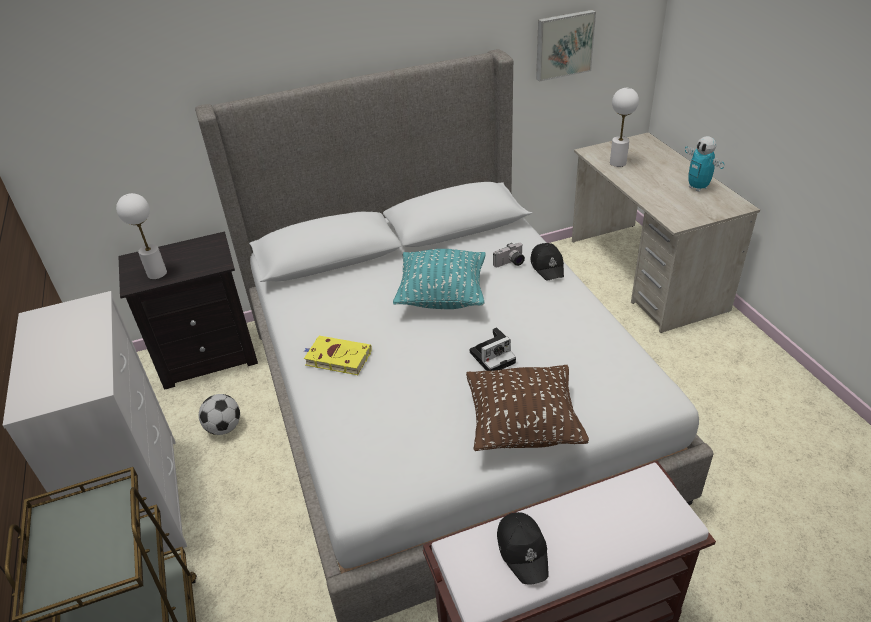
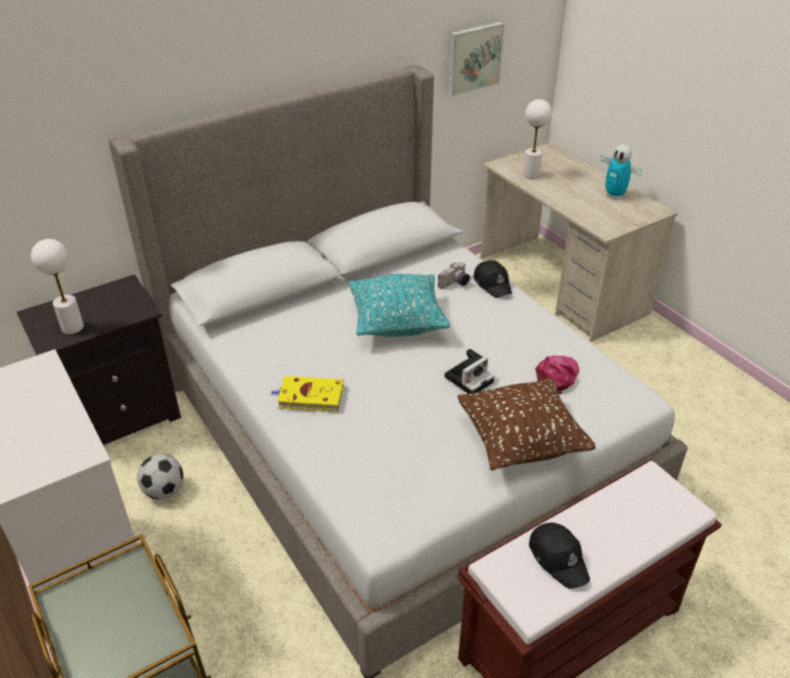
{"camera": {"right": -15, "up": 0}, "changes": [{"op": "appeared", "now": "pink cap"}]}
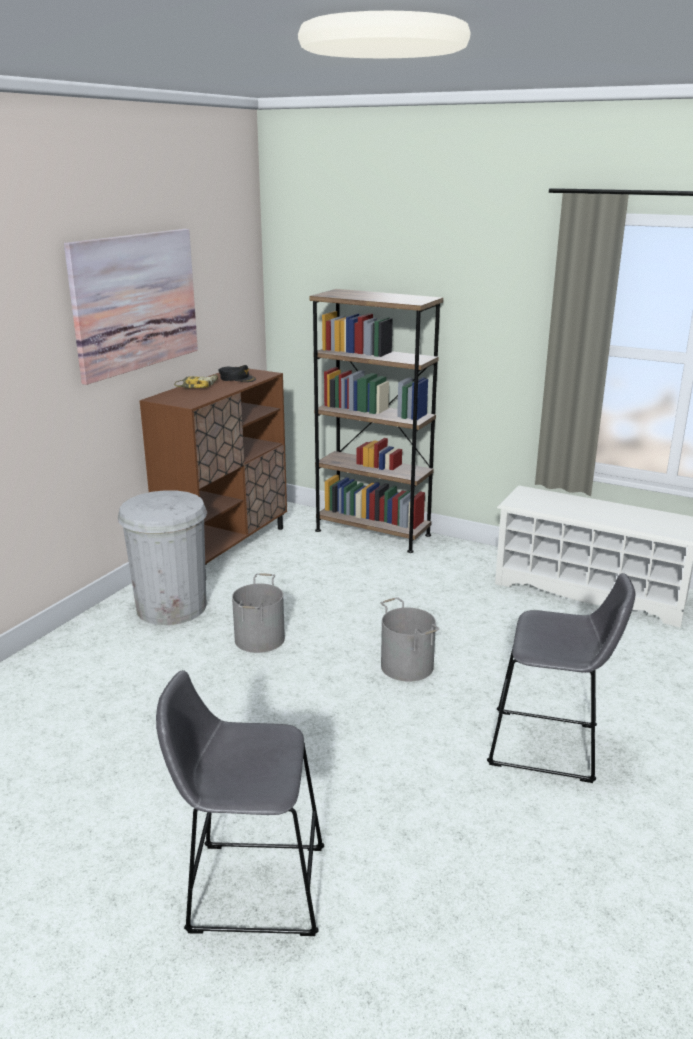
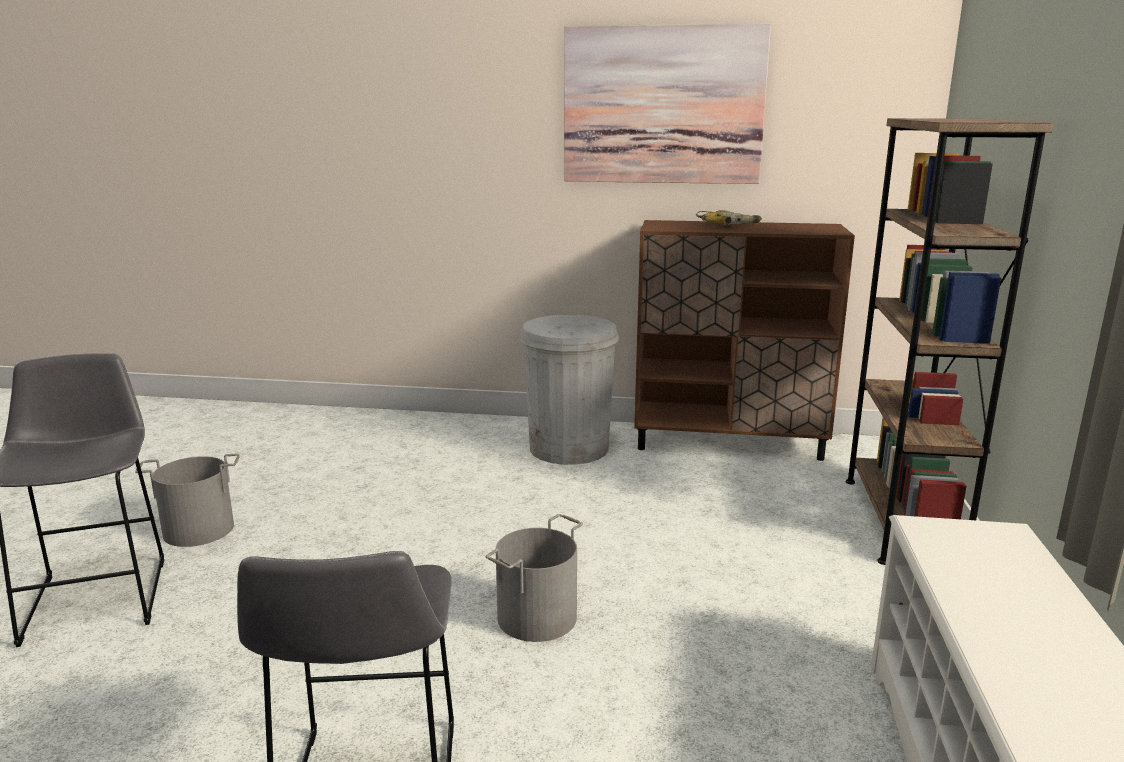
{"camera": {"right": 70, "up": -5}, "changes": [{"op": "missing", "was": "black cap"}, {"op": "relocated", "was": "grey bucket (no. 1 from left)"}]}
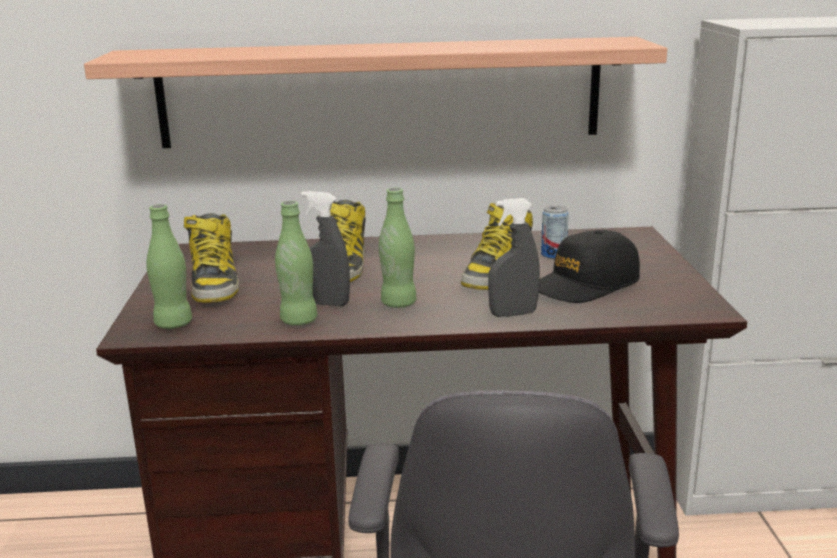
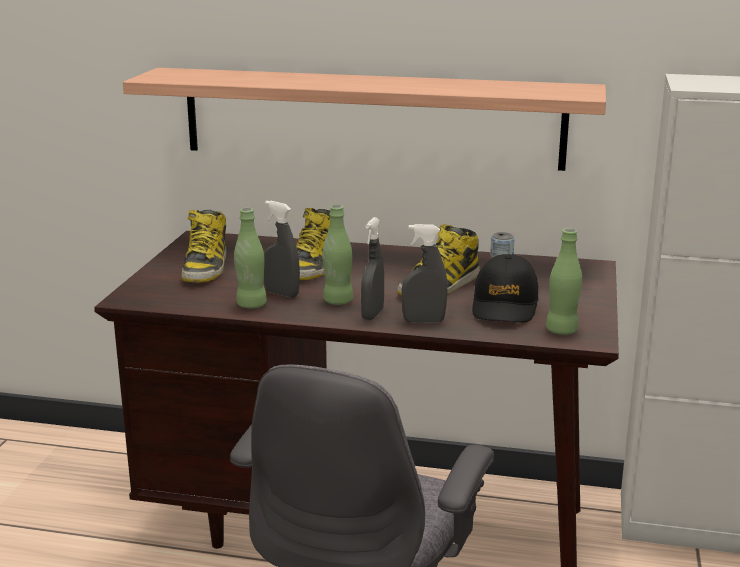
{"camera": {"right": 15, "up": 0}, "changes": [{"op": "relocated", "was": "green bottle (no. 1 from left in the first image)", "now": "green bottle (no. 3 from left)"}, {"op": "spun", "was": "black cap", "clockwise": -60}, {"op": "appeared", "now": "grey spray bottle (no. 2 from left)"}]}
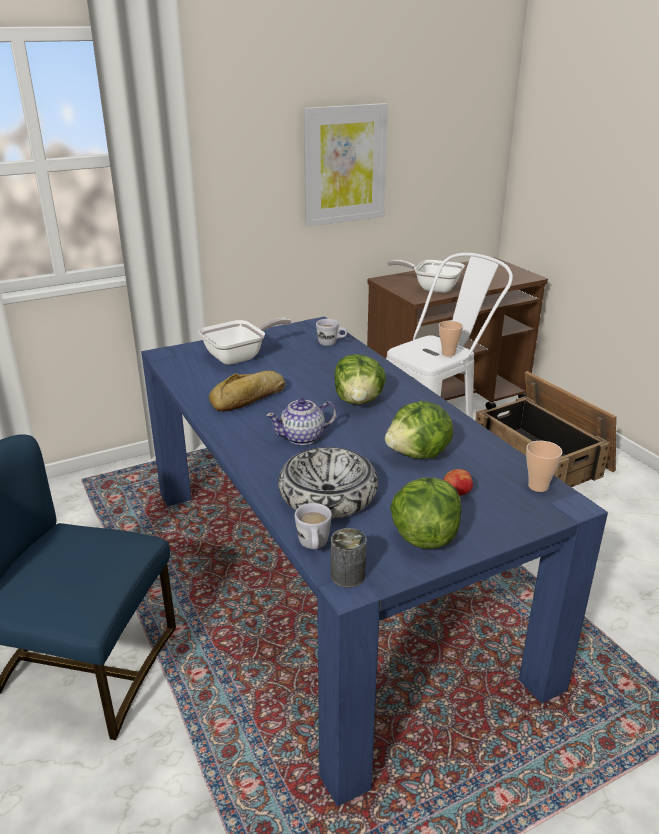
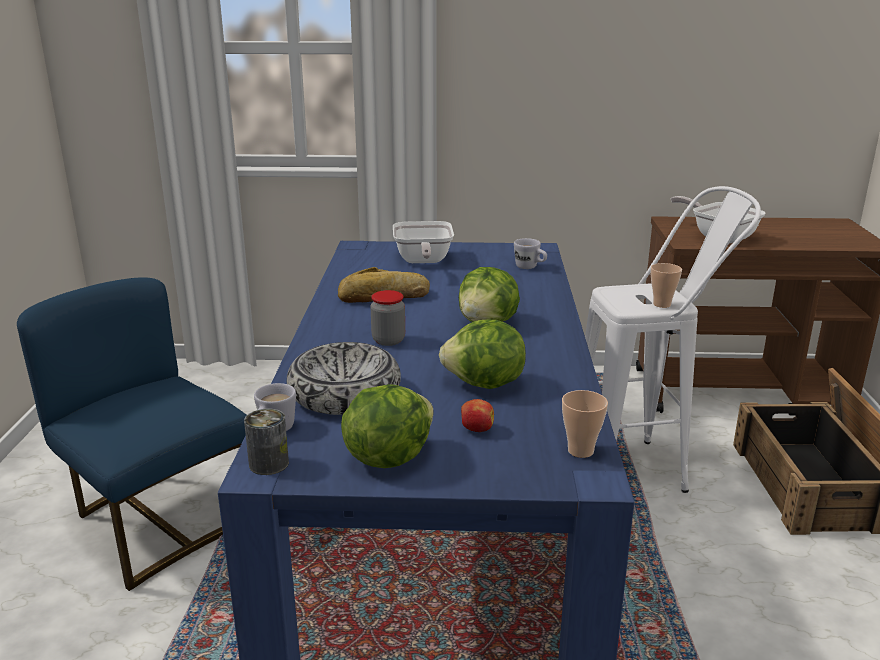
{"camera": {"right": 30, "up": -5}, "changes": [{"op": "spun", "was": "frying pan (no. 1 from left)", "clockwise": 90}, {"op": "exchanged", "was": "teapot", "now": "jar"}, {"op": "missing", "was": "picture"}]}
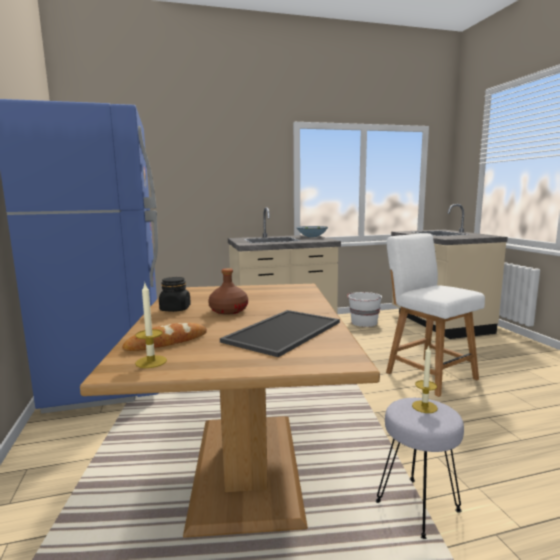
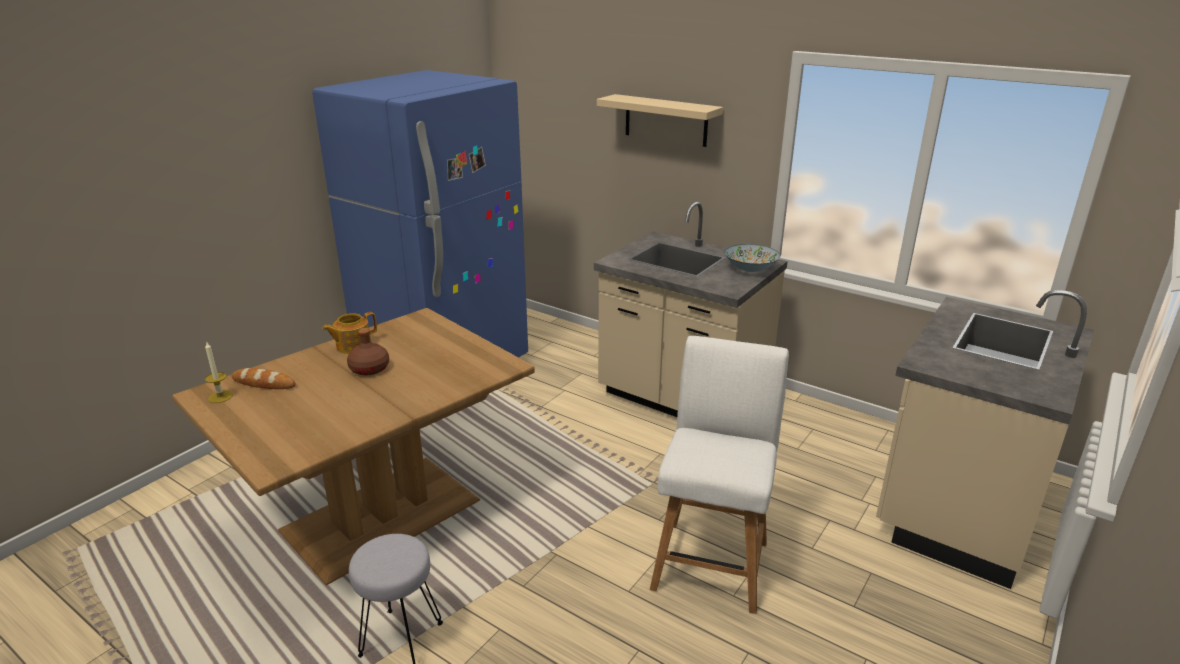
{"camera": {"right": 50, "up": 15}, "changes": [{"op": "exchanged", "was": "black jar", "now": "teapot"}, {"op": "missing", "was": "tray"}, {"op": "missing", "was": "white bucket"}, {"op": "missing", "was": "candle (no. 2 from left)"}, {"op": "appeared", "now": "beige shelf"}]}
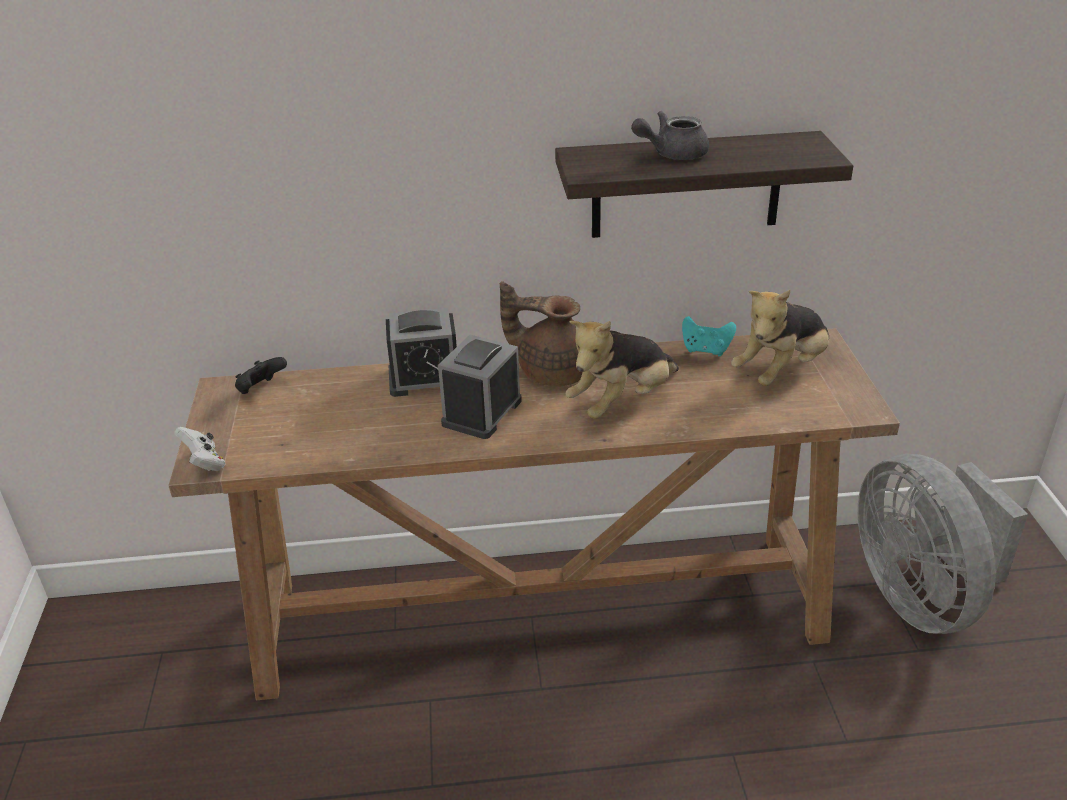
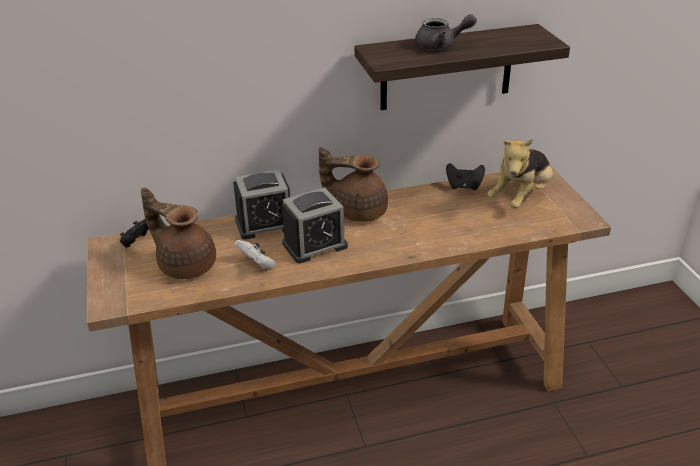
{"camera": {"right": -10, "up": 0}, "changes": [{"op": "relocated", "was": "white game controller"}, {"op": "spun", "was": "alarm clock (no. 2 from left)", "clockwise": -135}, {"op": "missing", "was": "plush toy (no. 1 from left)"}, {"op": "spun", "was": "grey teapot", "clockwise": -150}, {"op": "colour", "was": "turquoise game controller", "now": "black game controller (no. 2 from left)"}, {"op": "missing", "was": "grey fan"}, {"op": "appeared", "now": "brown teapot (no. 1 from left)"}]}
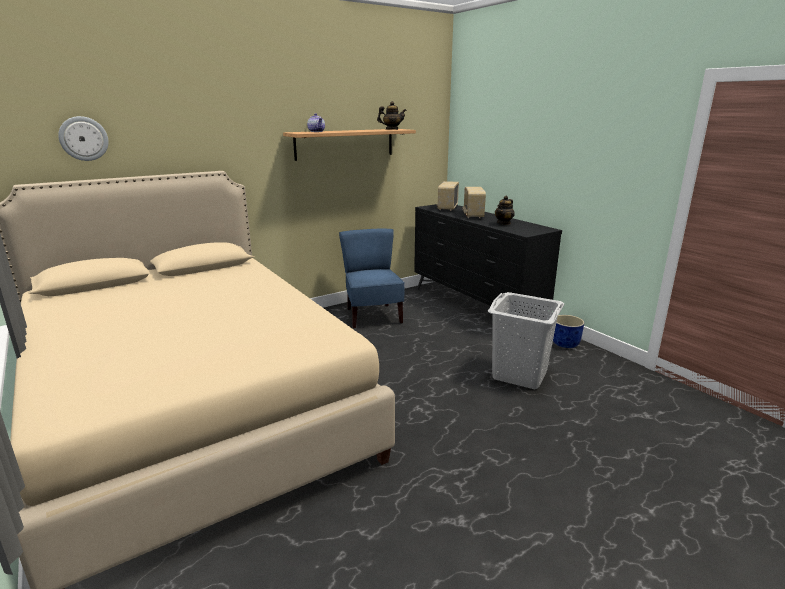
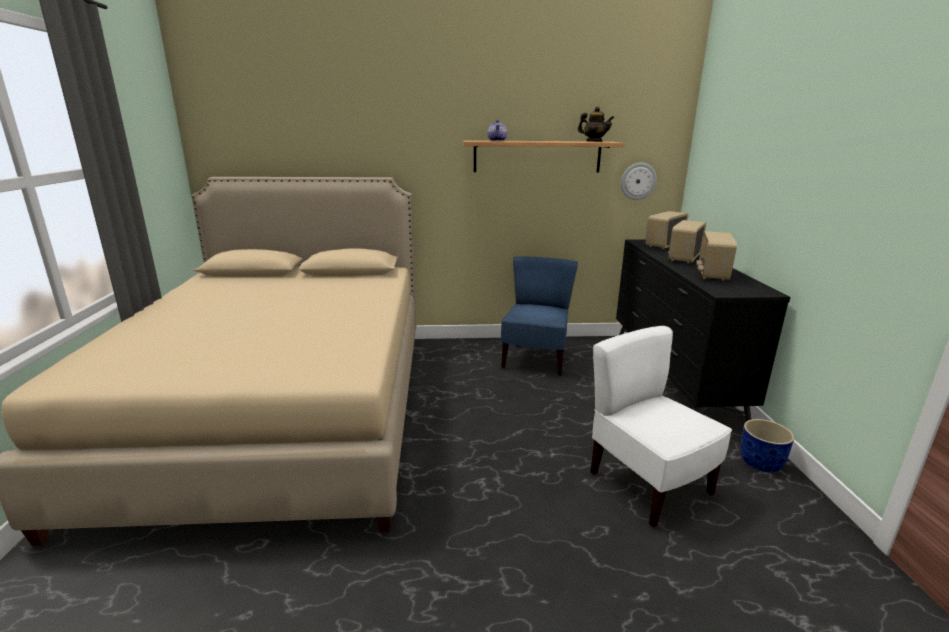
{"camera": {"right": 30, "up": 0}, "changes": [{"op": "relocated", "was": "wall clock"}, {"op": "exchanged", "was": "grey laundry basket", "now": "white chair"}, {"op": "exchanged", "was": "teapot (no. 3 from left)", "now": "radio (no. 3 from left)"}]}
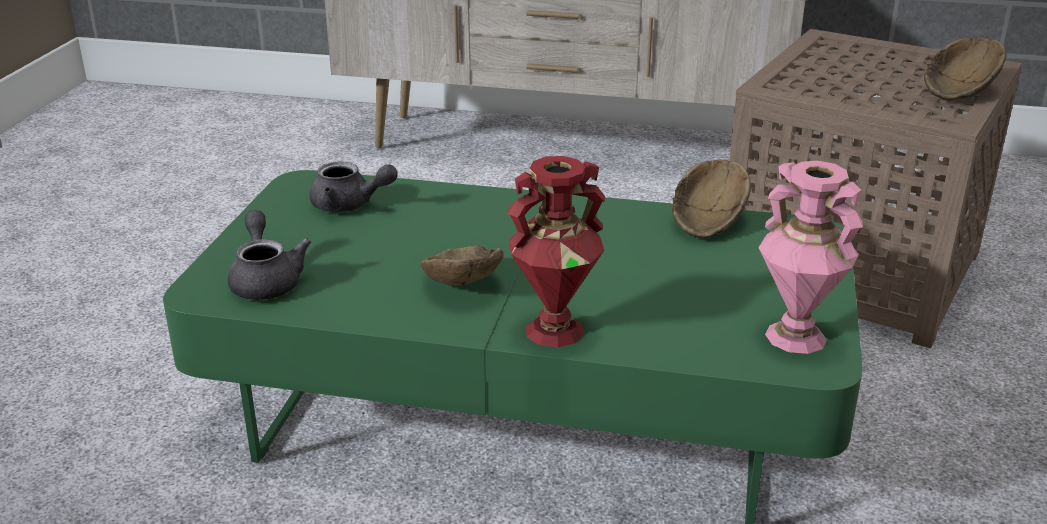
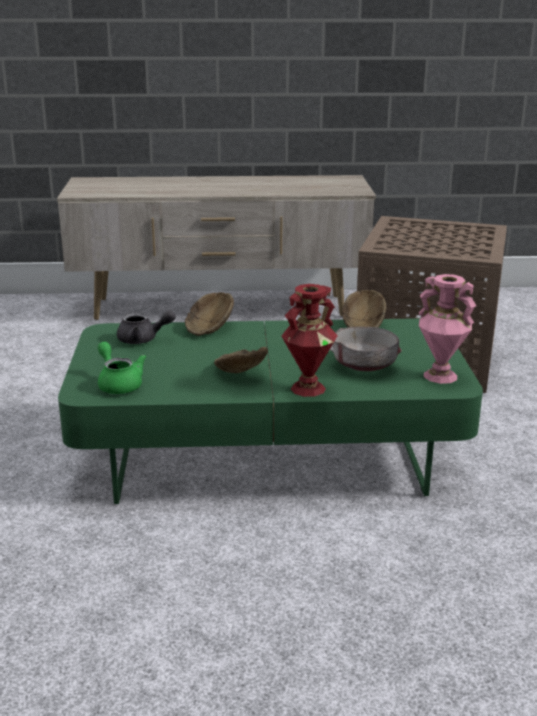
{"camera": {"right": -15, "up": -5}, "changes": [{"op": "colour", "was": "grey teapot (no. 1 from left)", "now": "green teapot"}, {"op": "relocated", "was": "brown bowl (no. 3 from left in the first image)", "now": "brown bowl (no. 1 from left)"}, {"op": "appeared", "now": "grey bowl"}]}
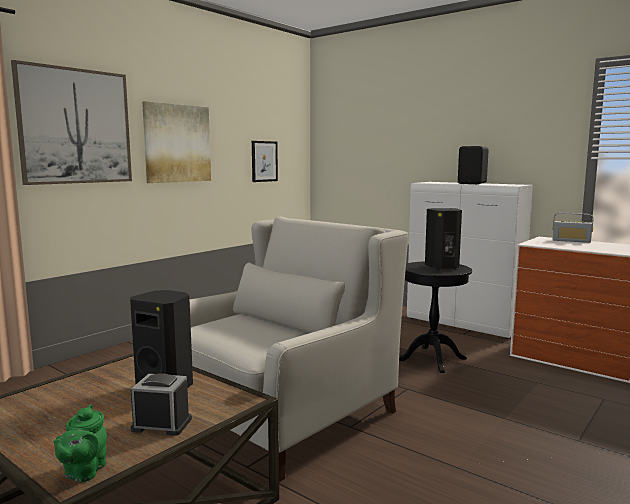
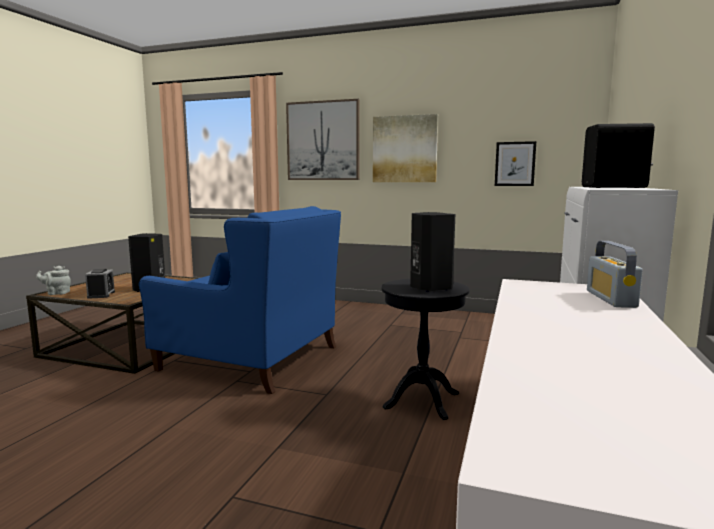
{"camera": {"right": 70, "up": 0}, "changes": [{"op": "colour", "was": "green teapot", "now": "grey teapot"}, {"op": "colour", "was": "white armchair", "now": "blue armchair"}]}
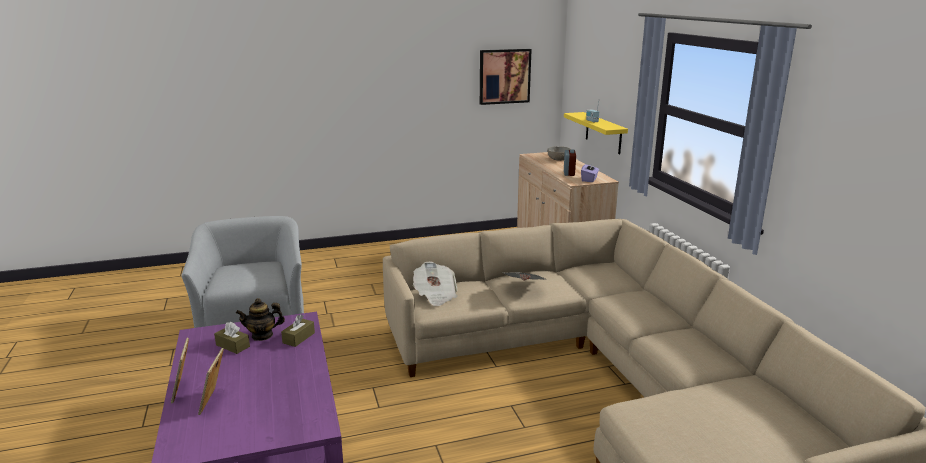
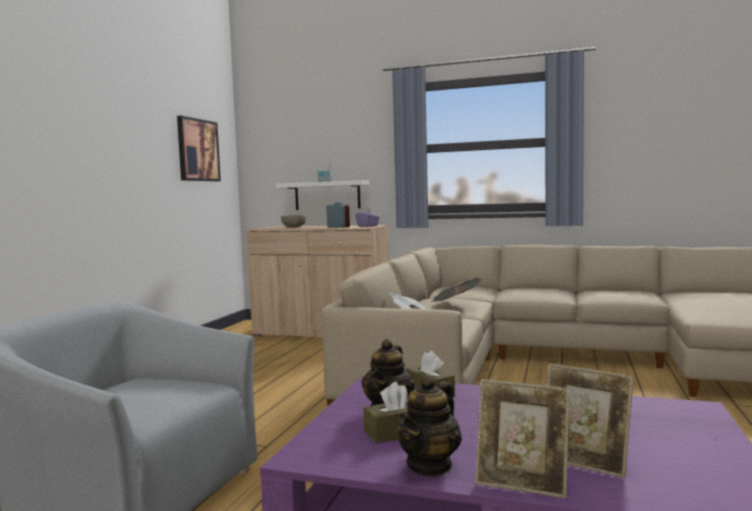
{"camera": {"right": -55, "up": -15}, "changes": [{"op": "colour", "was": "yellow shelf", "now": "white shelf"}, {"op": "appeared", "now": "teapot (no. 2 from left)"}]}
